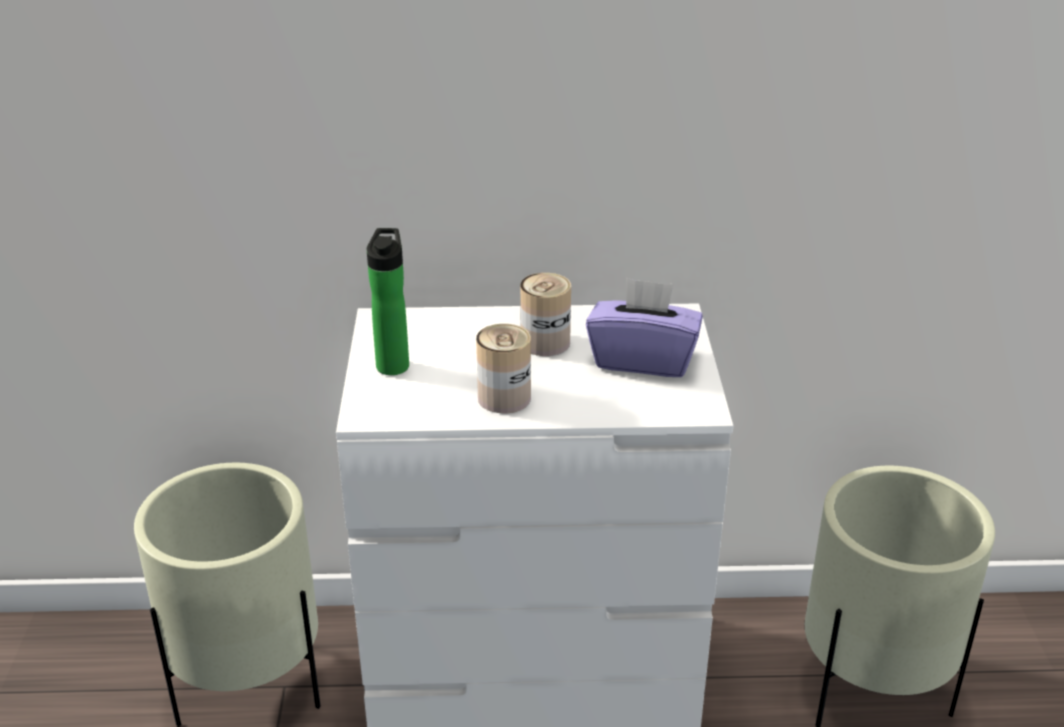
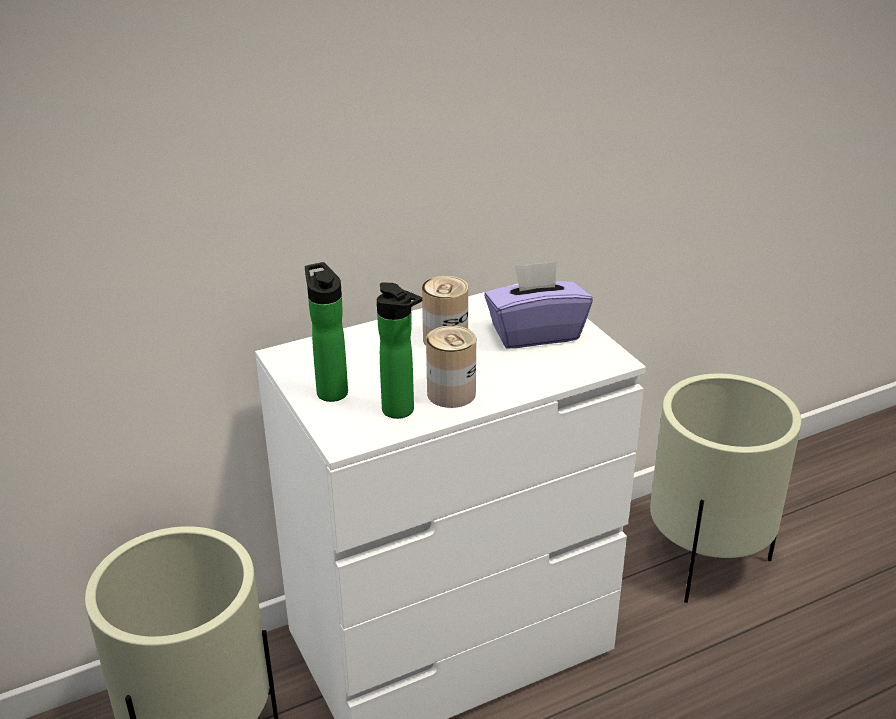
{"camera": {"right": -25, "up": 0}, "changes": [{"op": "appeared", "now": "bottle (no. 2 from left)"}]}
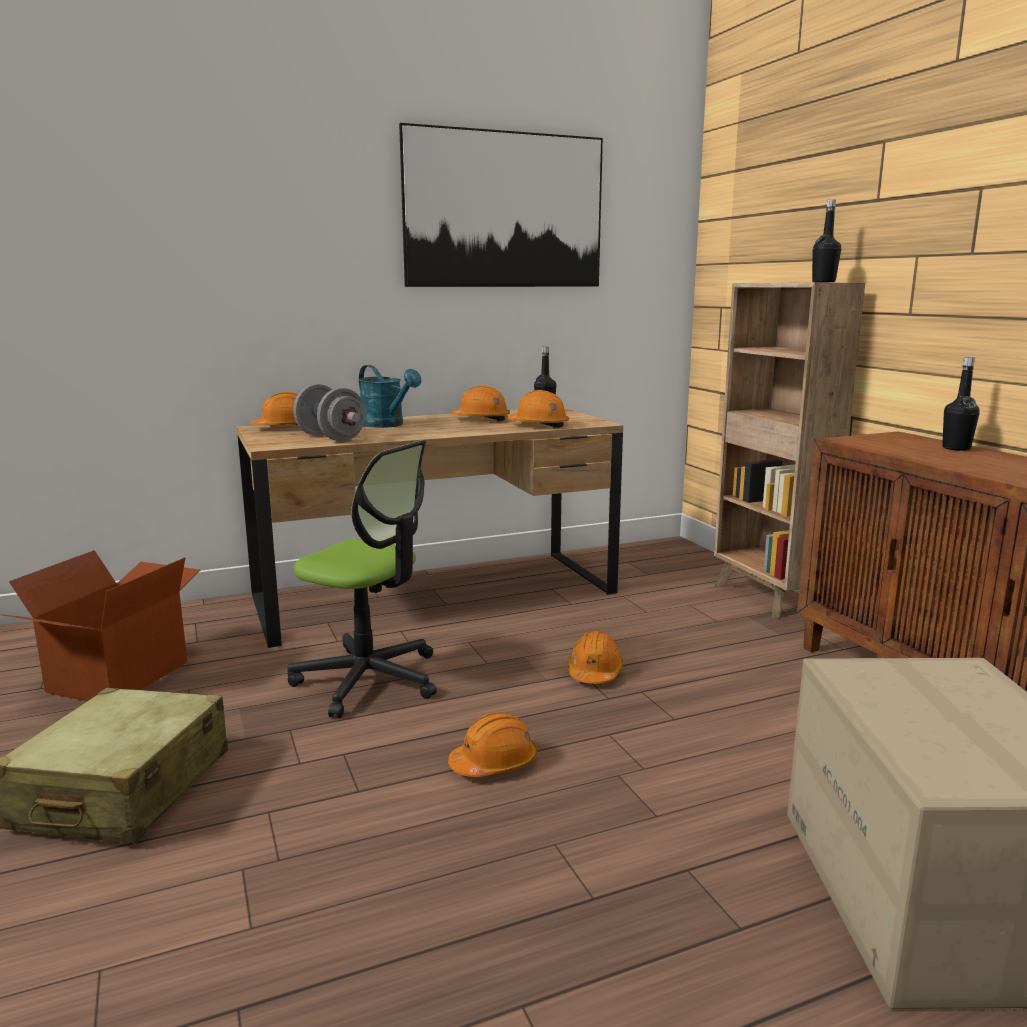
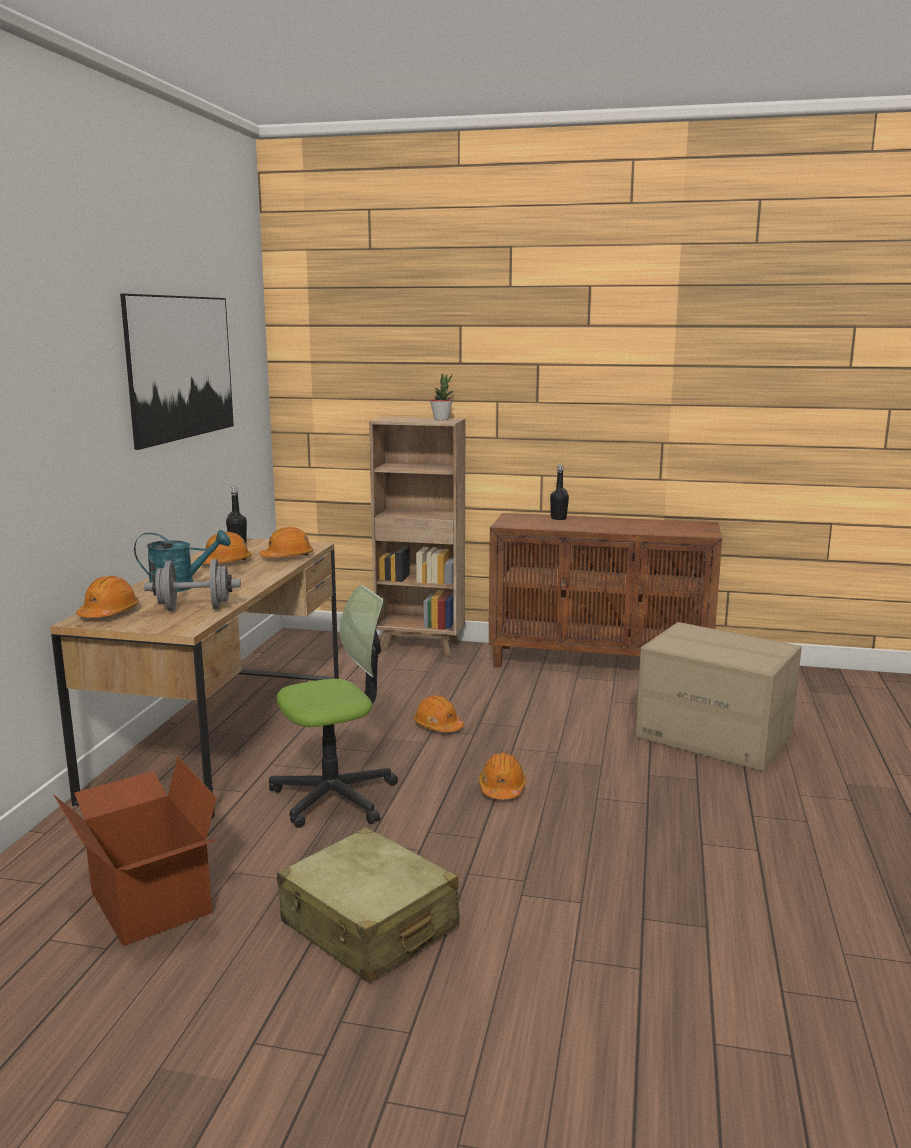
{"camera": {"right": -55, "up": 0}, "changes": [{"op": "exchanged", "was": "black bottle (no. 2 from left)", "now": "potted plant"}]}
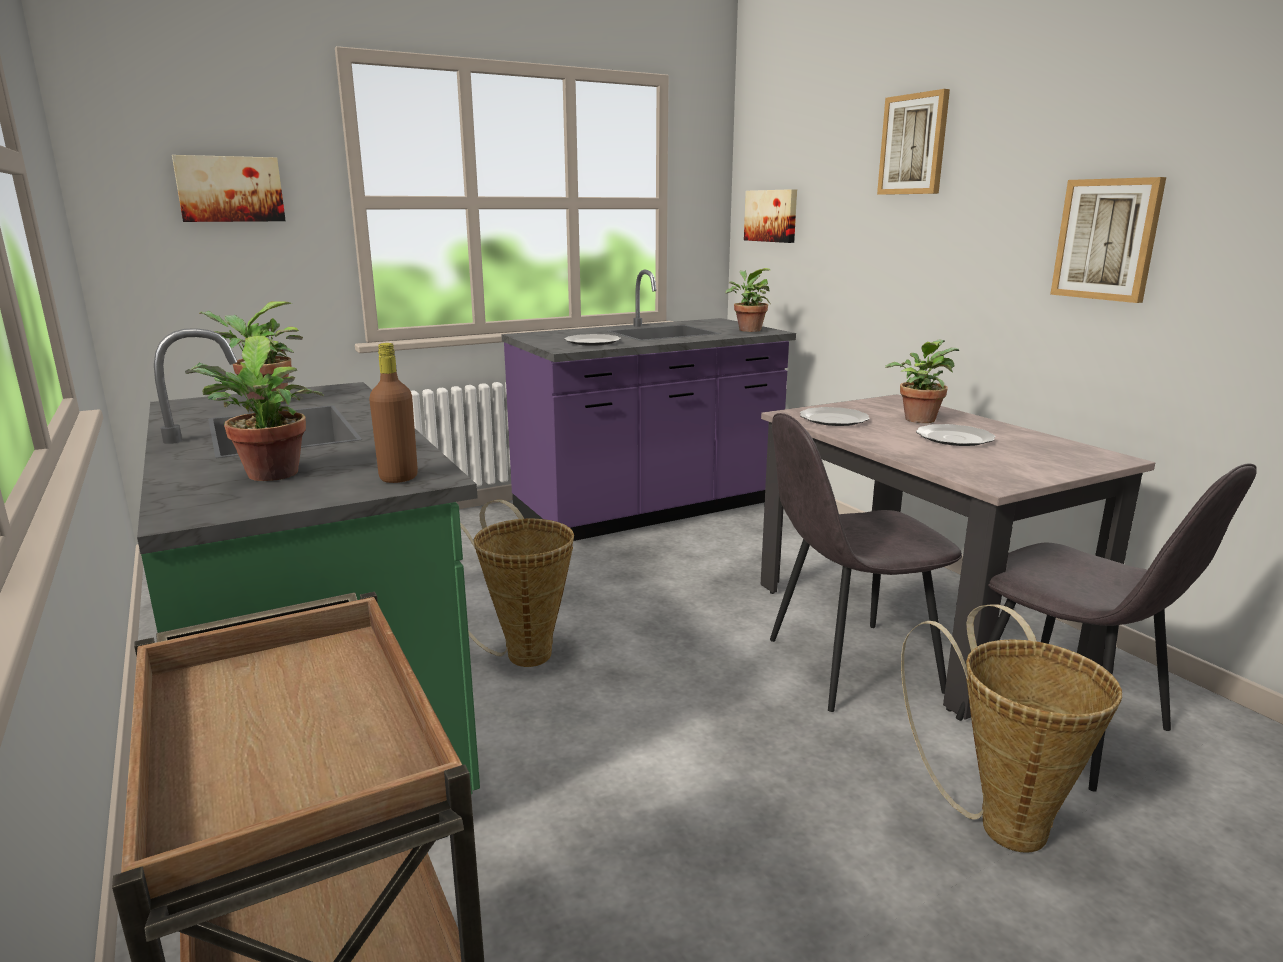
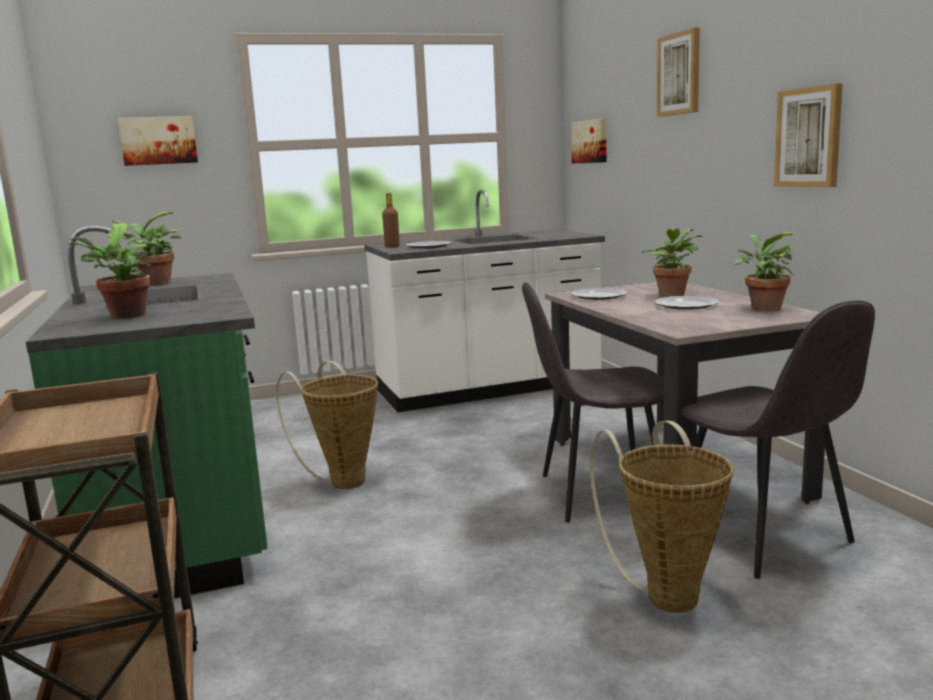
{"camera": {"right": 10, "up": -5}, "changes": [{"op": "relocated", "was": "brown bottle"}, {"op": "colour", "was": "purple counter", "now": "white counter"}, {"op": "relocated", "was": "potted plant (no. 3 from left in the first image)", "now": "potted plant (no. 4 from left)"}]}
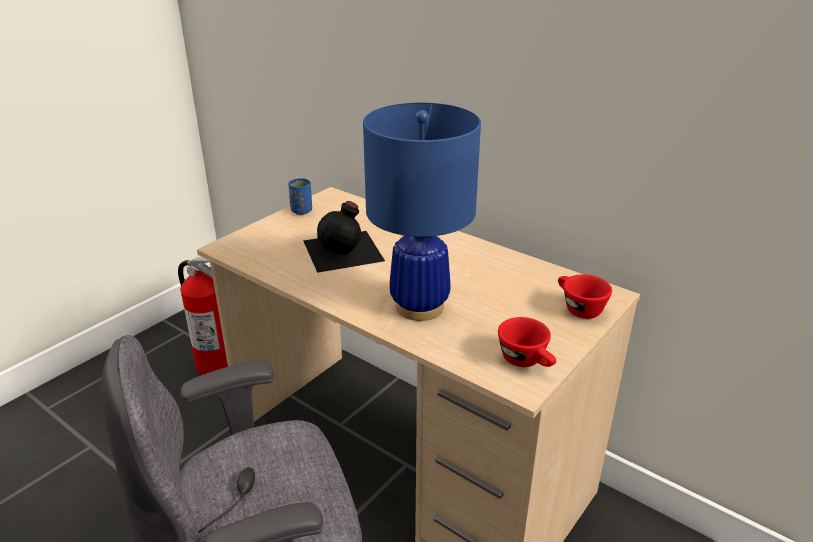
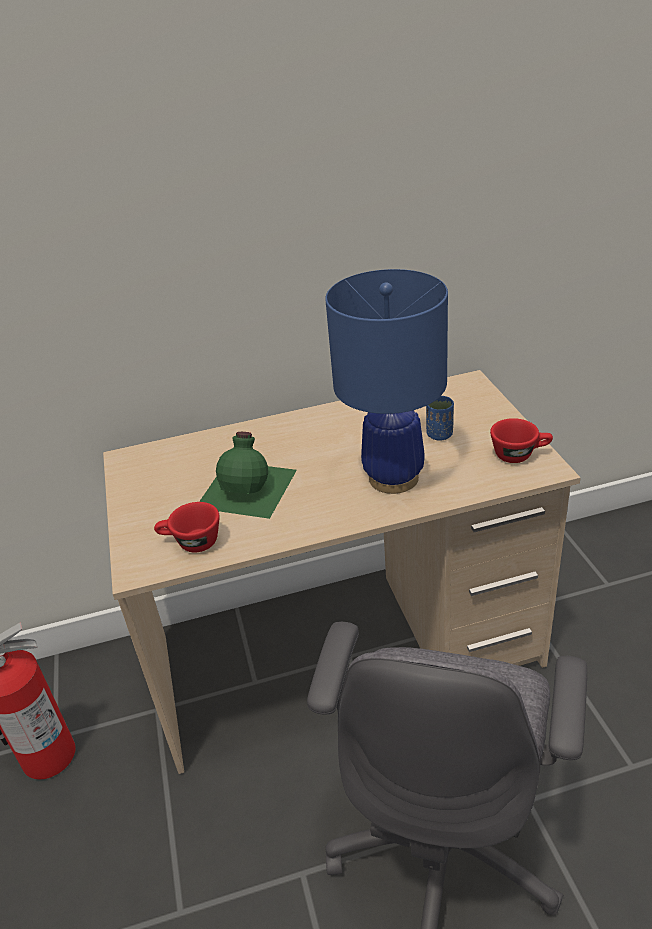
{"camera": {"right": -50, "up": 5}, "changes": [{"op": "relocated", "was": "blue cup"}, {"op": "colour", "was": "black bottle", "now": "green bottle"}, {"op": "relocated", "was": "red cup (no. 2 from left in the first image)", "now": "red cup (no. 1 from left)"}]}
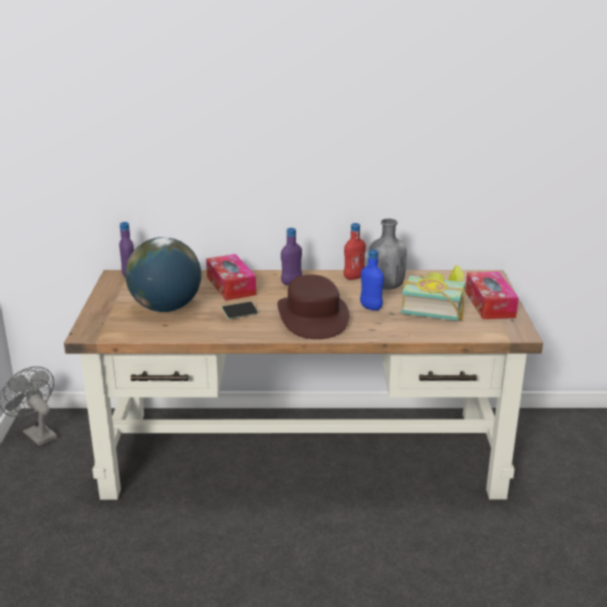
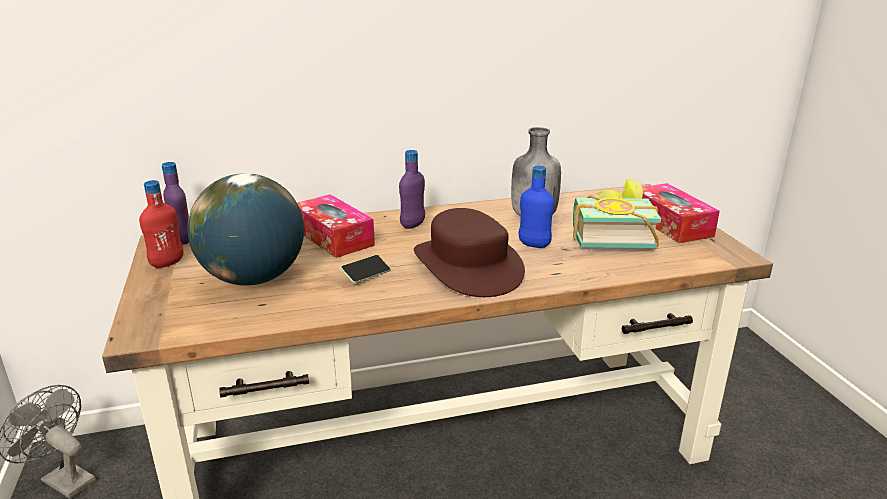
{"camera": {"right": -15, "up": 0}, "changes": [{"op": "relocated", "was": "red bottle"}]}
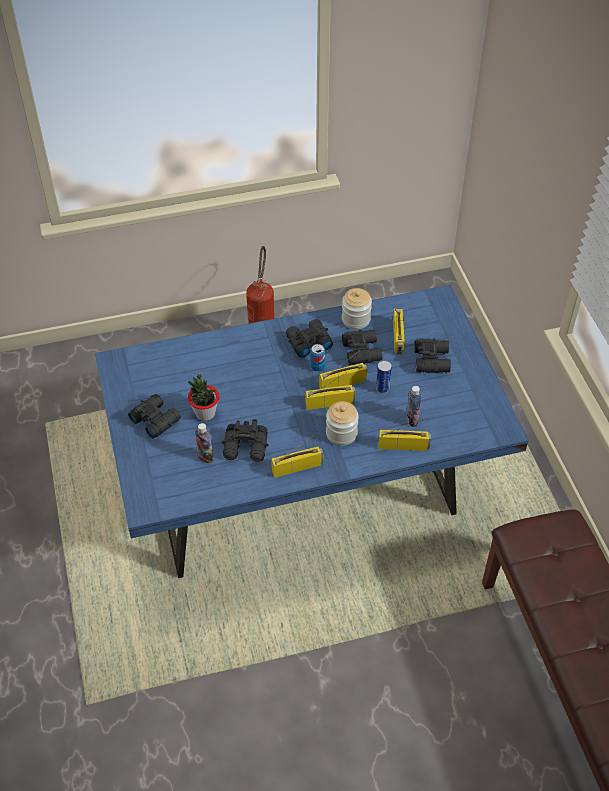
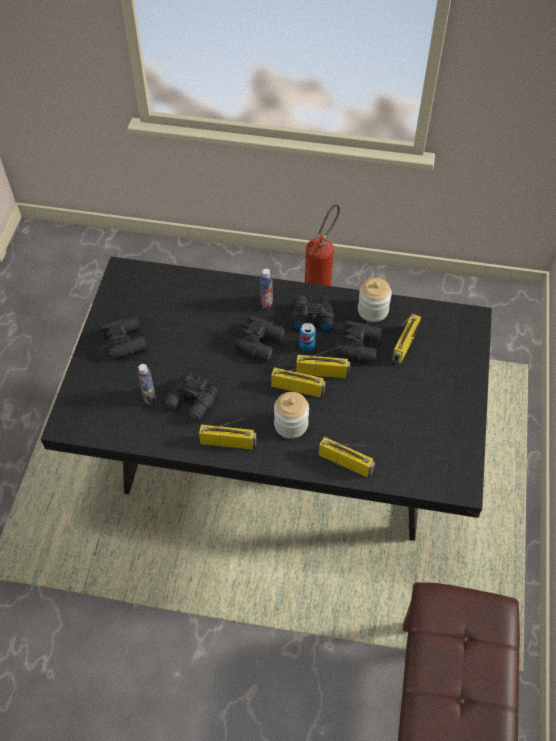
{"camera": {"right": 25, "up": 5}, "changes": [{"op": "colour", "was": "blue dining table", "now": "black dining table"}, {"op": "missing", "was": "potted plant"}, {"op": "missing", "was": "can (no. 2 from left)"}, {"op": "relocated", "was": "bottle (no. 2 from left)"}, {"op": "relocated", "was": "black binoculars (no. 5 from left in the first image)", "now": "black binoculars (no. 3 from left)"}]}
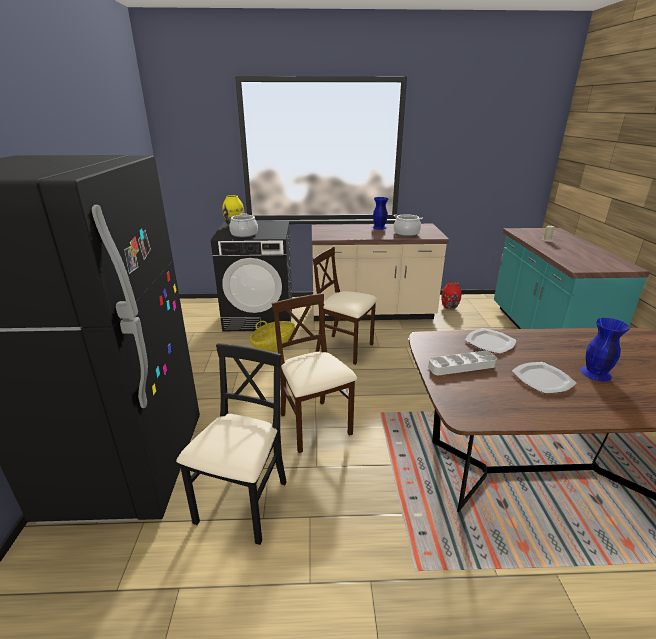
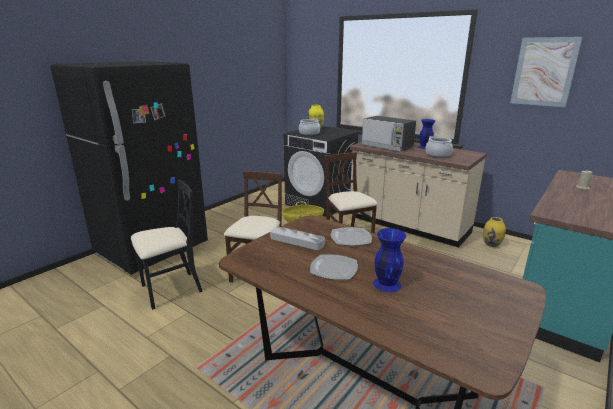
{"camera": {"right": 40, "up": -5}, "changes": [{"op": "colour", "was": "red vase", "now": "yellow vase (no. 2 from left)"}, {"op": "appeared", "now": "microwave"}, {"op": "appeared", "now": "picture"}]}
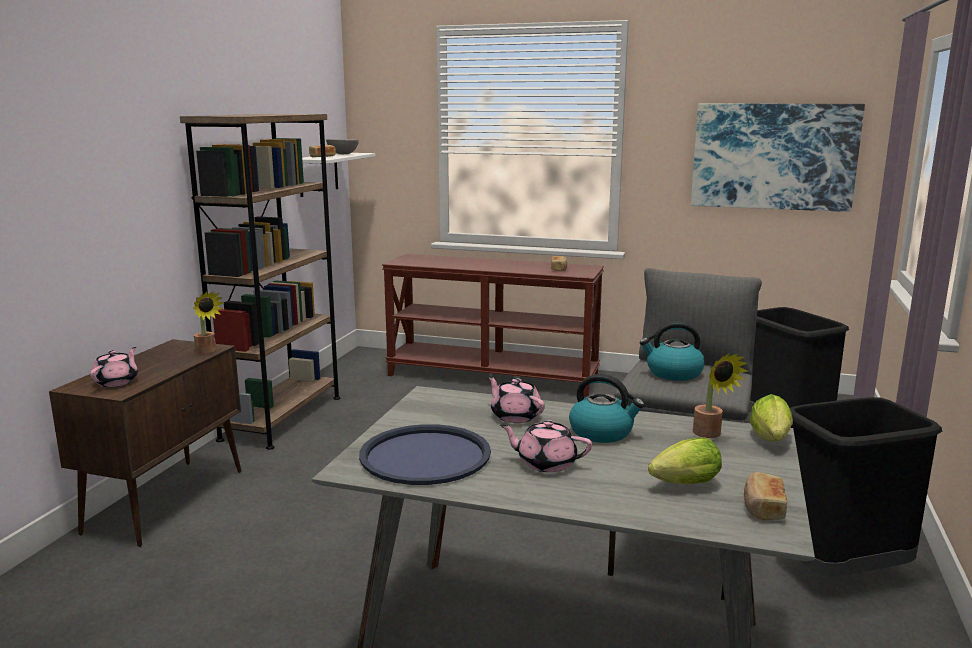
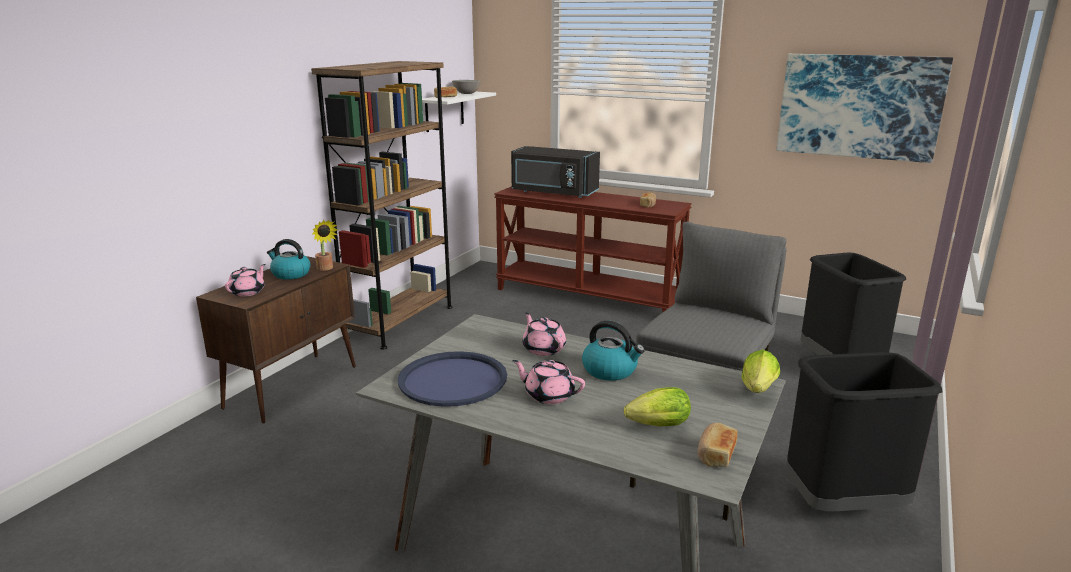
{"camera": {"right": 10, "up": 5}, "changes": [{"op": "relocated", "was": "kettle (no. 2 from left in the first image)", "now": "kettle (no. 1 from left)"}, {"op": "missing", "was": "potted plant (no. 2 from left)"}, {"op": "appeared", "now": "black microwave"}]}
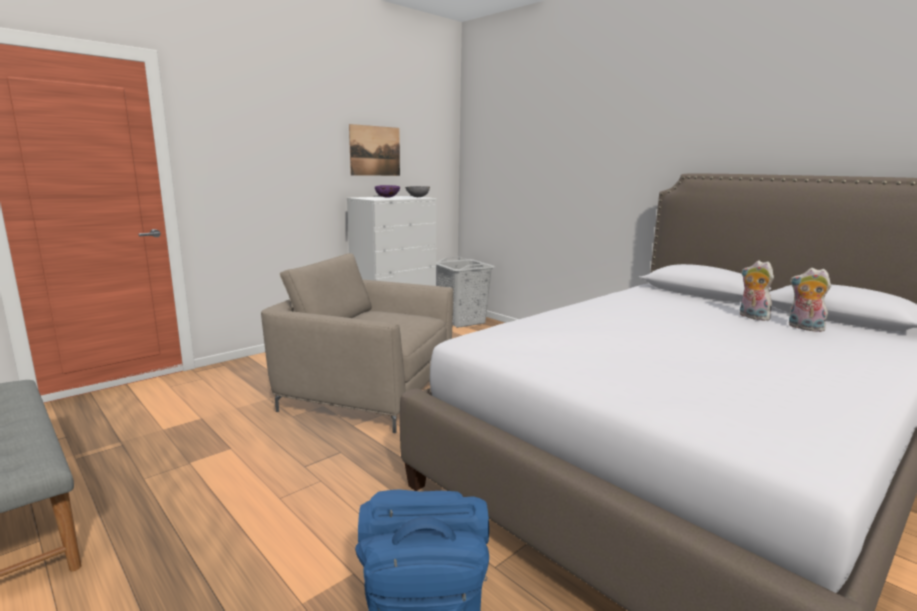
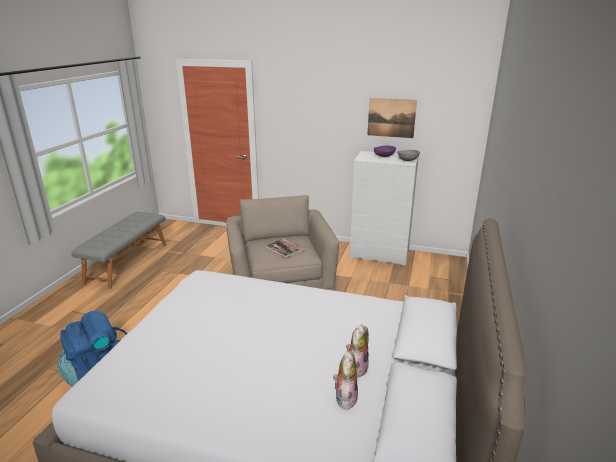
{"camera": {"right": 60, "up": 10}, "changes": [{"op": "missing", "was": "grey laundry basket"}, {"op": "appeared", "now": "book"}]}
